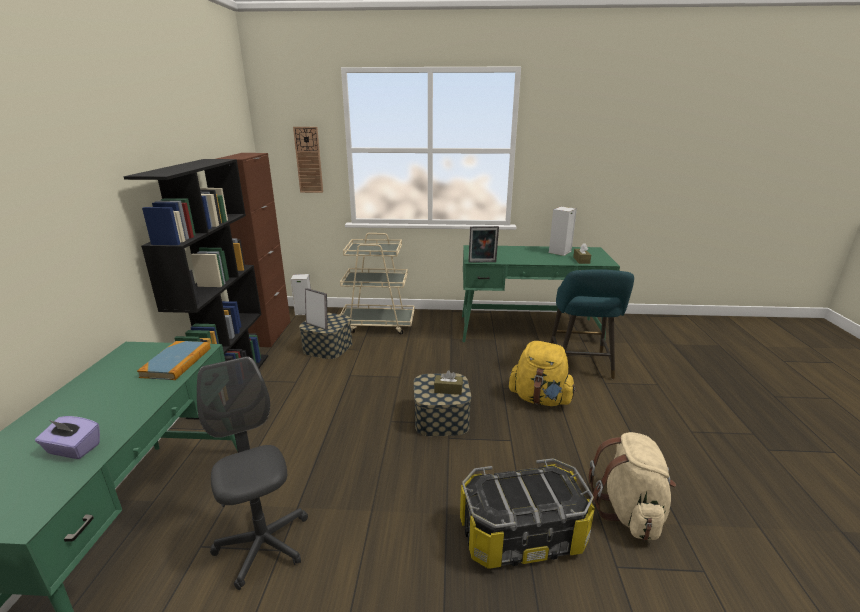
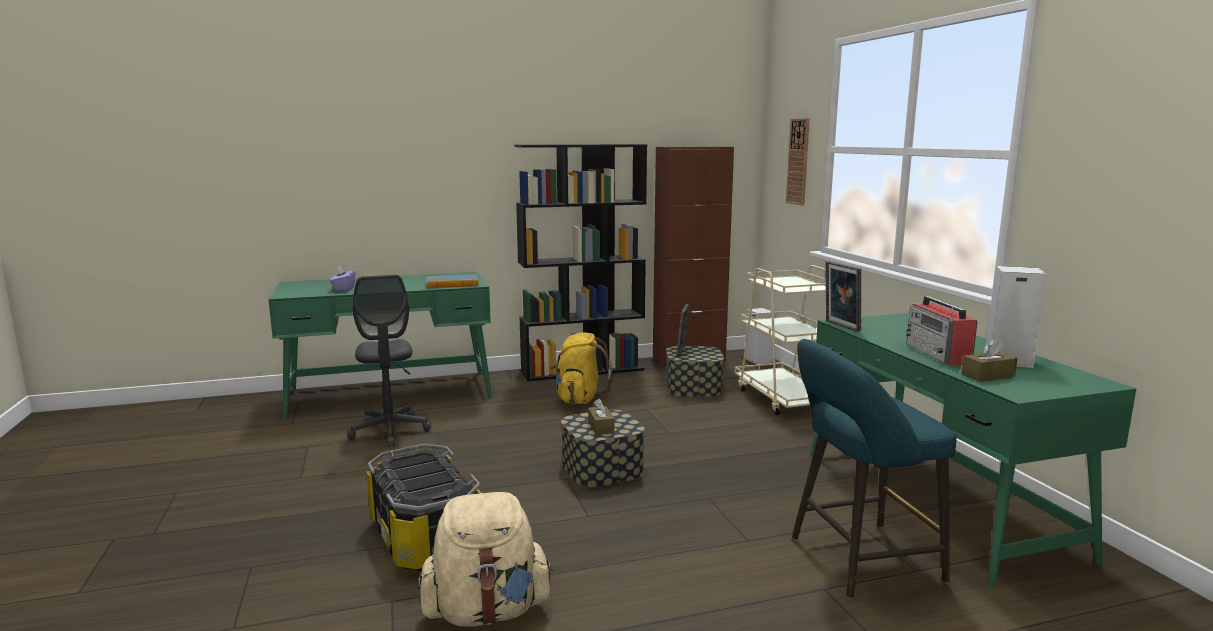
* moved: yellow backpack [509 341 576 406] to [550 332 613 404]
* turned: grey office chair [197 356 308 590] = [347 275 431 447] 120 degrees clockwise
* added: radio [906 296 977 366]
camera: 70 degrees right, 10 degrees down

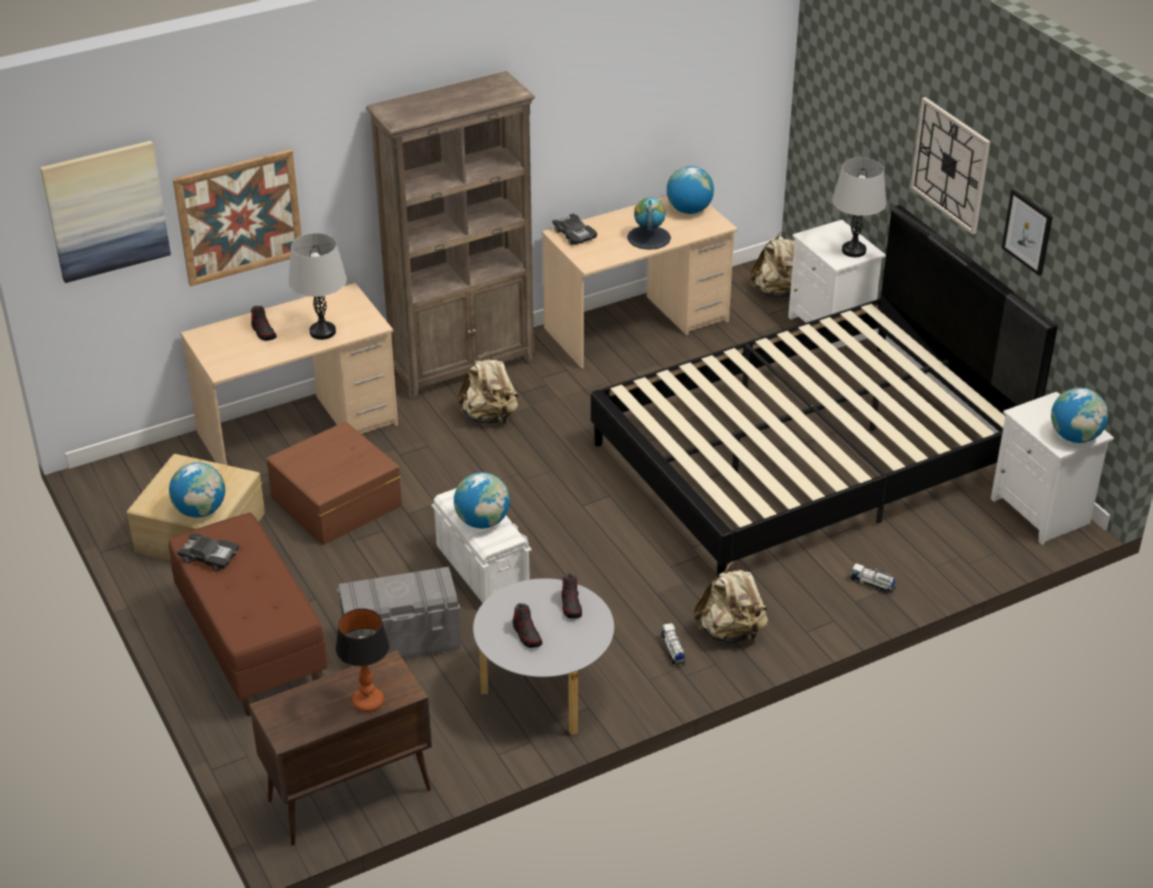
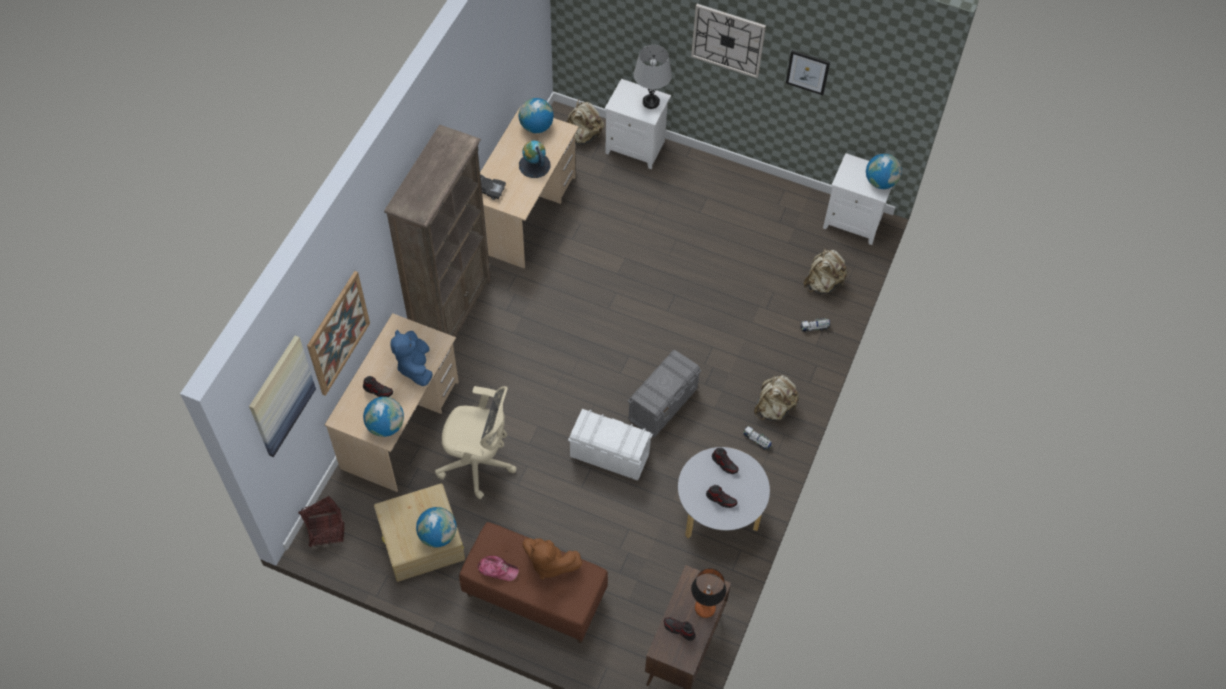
* removed: black bed [591 205 1058 576]
* replaced: grey table lamp [288 233 347 340] to blue plush toy [391 330 433 386]
* moved: beige backpack [457 351 519 425] to [803 249 848 294]
* replaced: brown storage box [266 421 402 545] to beige office chair [435 386 517 499]
* moved: globe [454 472 510 529] to [363 397 404 437]
* replaced: black toy car [176 534 239 571] to cap [478 556 519 581]
* moved: grey storage box [337 567 461 667] to [627 350 702 437]
* added: basket [298 496 344 547]
* added: brown plush toy [522 538 582 580]
* added: shoe [664 617 696 641]
camera: 40 degrees left, 20 degrees up

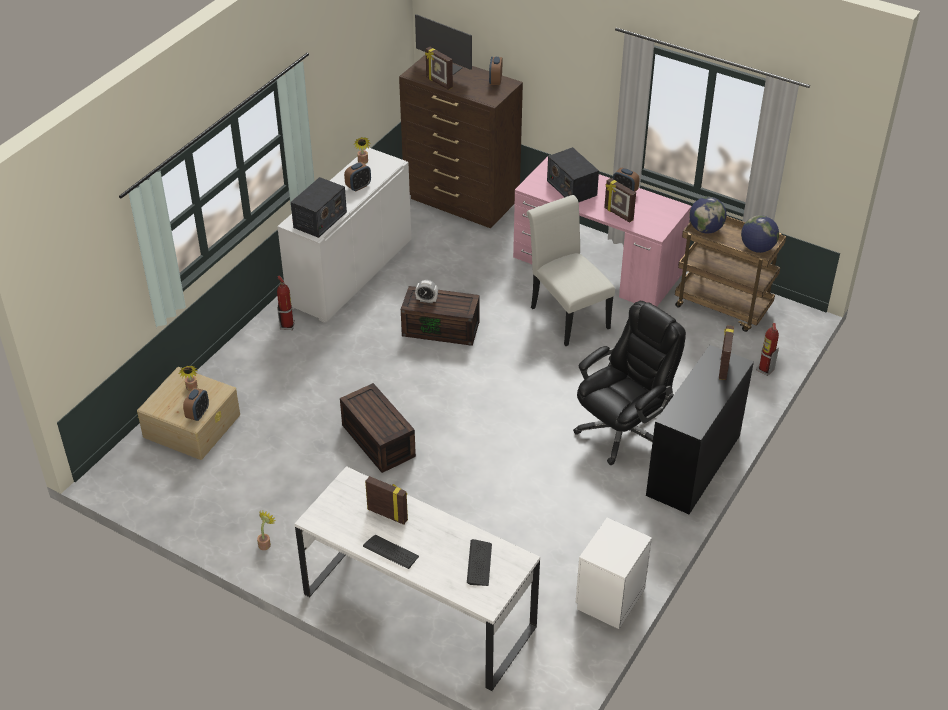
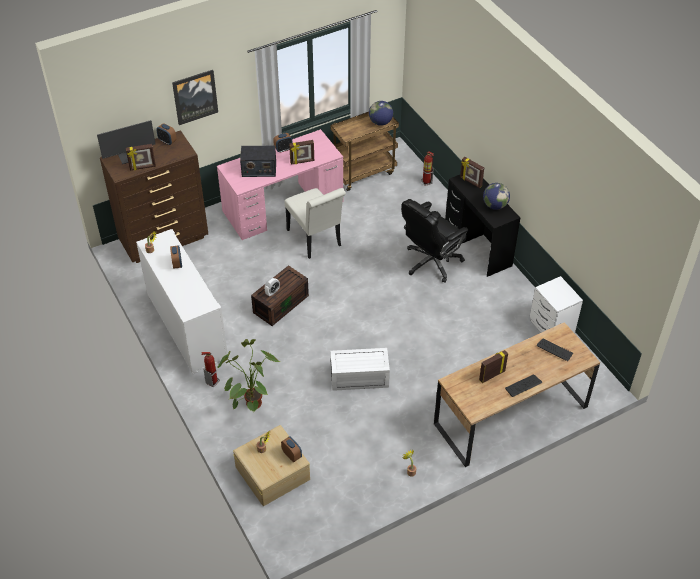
* removed: radio [291 177 347 238]
* turned: white chair [526 195 615 346] = [284 188 346 259] 120 degrees counterclockwise
* moved: globe [689 197 726 234] to [483 183 510 210]
* turned: black office chair [573 301 686 465] = [401 199 468 283] 120 degrees counterclockwise
* recoloured: brown storage box [340 383 416 473] to white storage box [330 348 390 391]
* recoloured: white desk [294 466 540 691] to brown desk [434 322 600 467]
* added: picture [172 70 218 125]
* added: potted plant [217 339 280 412]
camera: 60 degrees left, 5 degrees up

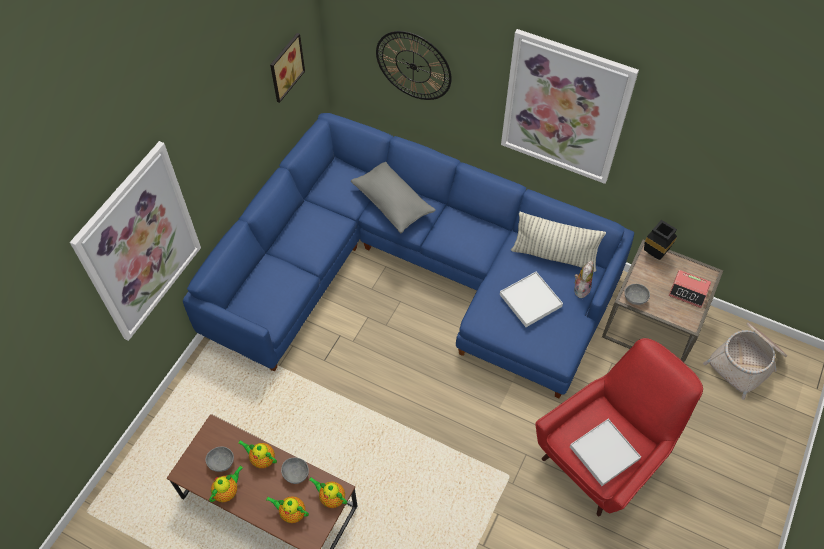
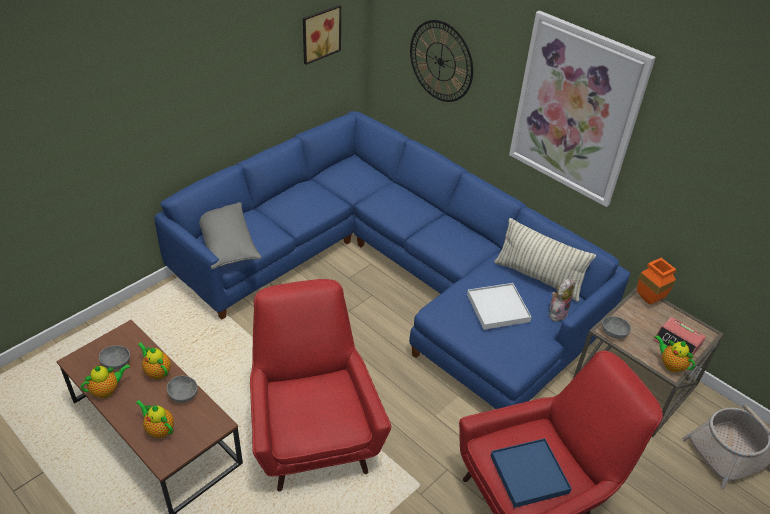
* removed: picture [70 141 201 341]
* moved: grey pillow [351 162 436 233] to [199 202 261 269]
* recoloured: black vase [644 220 677 260] to orange vase [637 258 676 304]
* recoloured: white tray [570 419 641 486] to blue tray [491 438 572 508]
* moved: teapot [309 477 347 508] to [655 335 695 373]
* added: red armchair [250 279 391 492]
camera: 15 degrees right, 15 degrees down

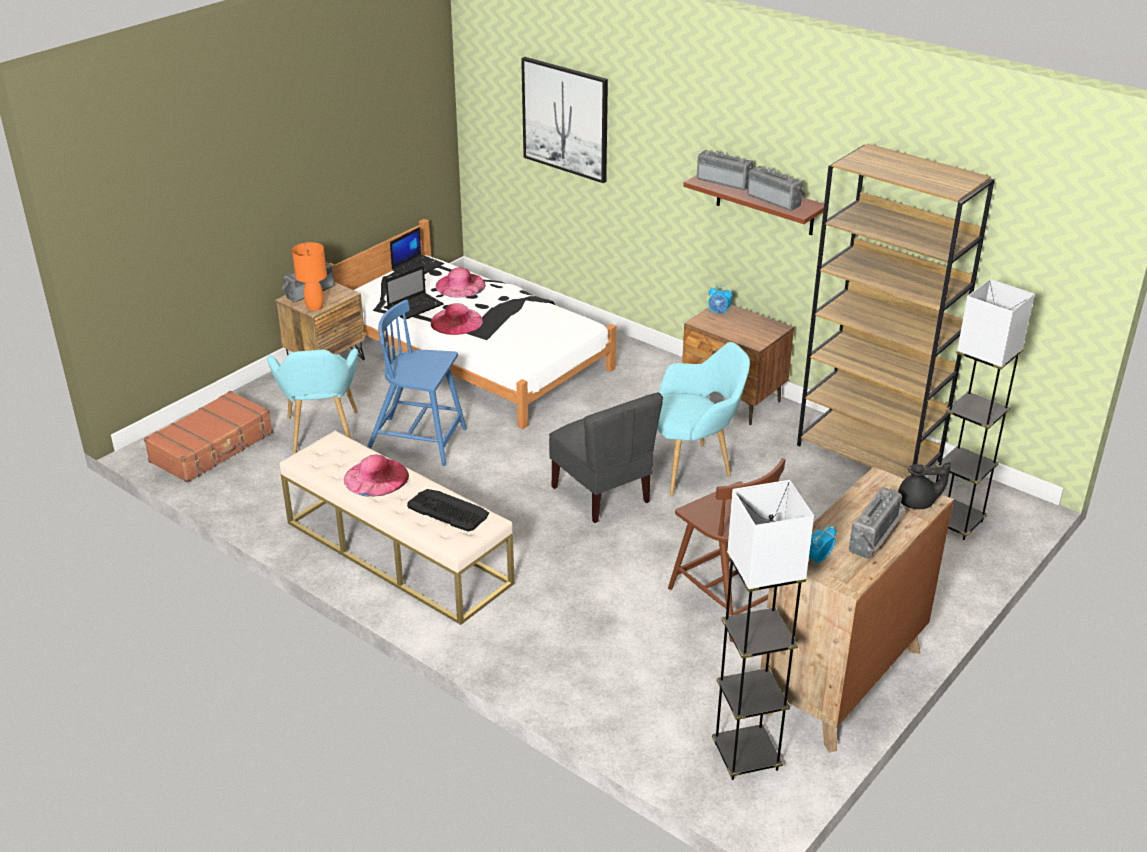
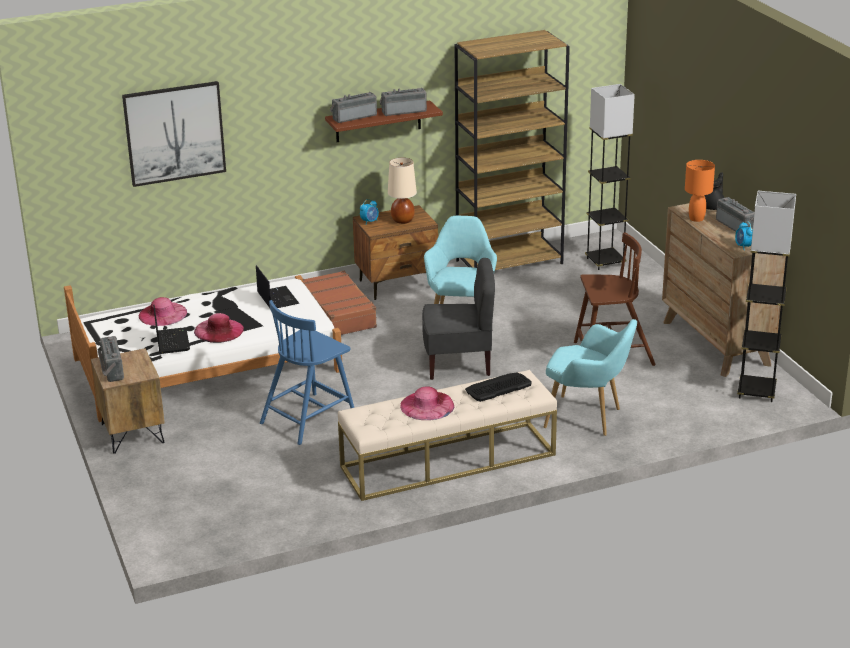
* moved: laptop [390 227 444 274] to [256 265 300 308]
* moved: orange table lamp [292 242 327 311] to [685 160 715 222]
* moved: turquoise armchair [267 348 358 454] to [544 319 637 436]
* moved: brown suitcase [144 391 273 483] to [303 271 377 335]
* added: beige table lamp [388 158 417 224]
camera: 60 degrees left, 5 degrees down

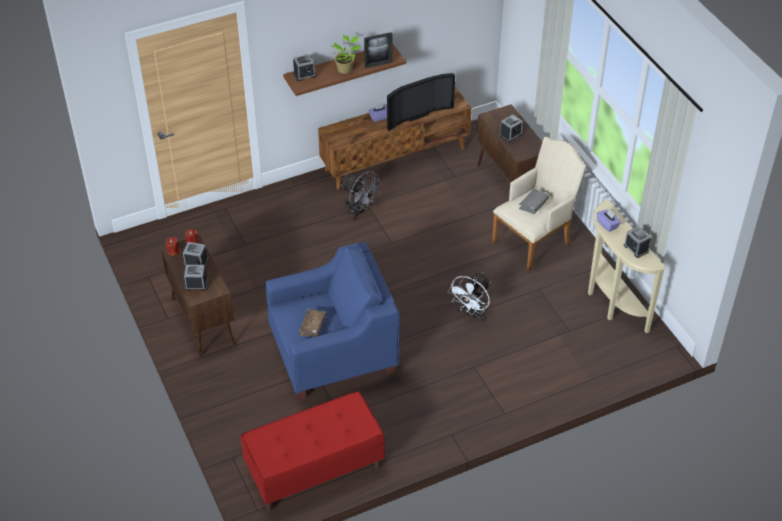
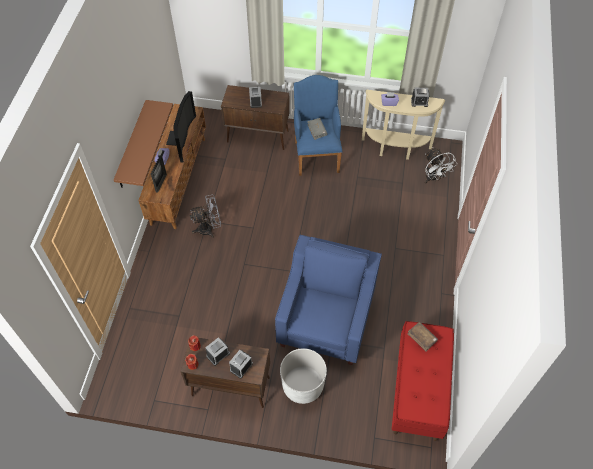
* moved: picture frame [364 32 392 68] to [151 156 167 193]
* removed: potted plant [331 35 361 74]
* removed: alarm clock [293 54 317 81]
* recoloured: beige armchair [492 137 587 272] to blue armchair [294 75 343 176]
* moved: white fan [448 272 491 323] to [425 148 456 184]
* moved: brown book [299 309 327 337] to [407 322 438 351]
* added: white planter [280 348 327 404]
camera: 55 degrees left, 10 degrees up

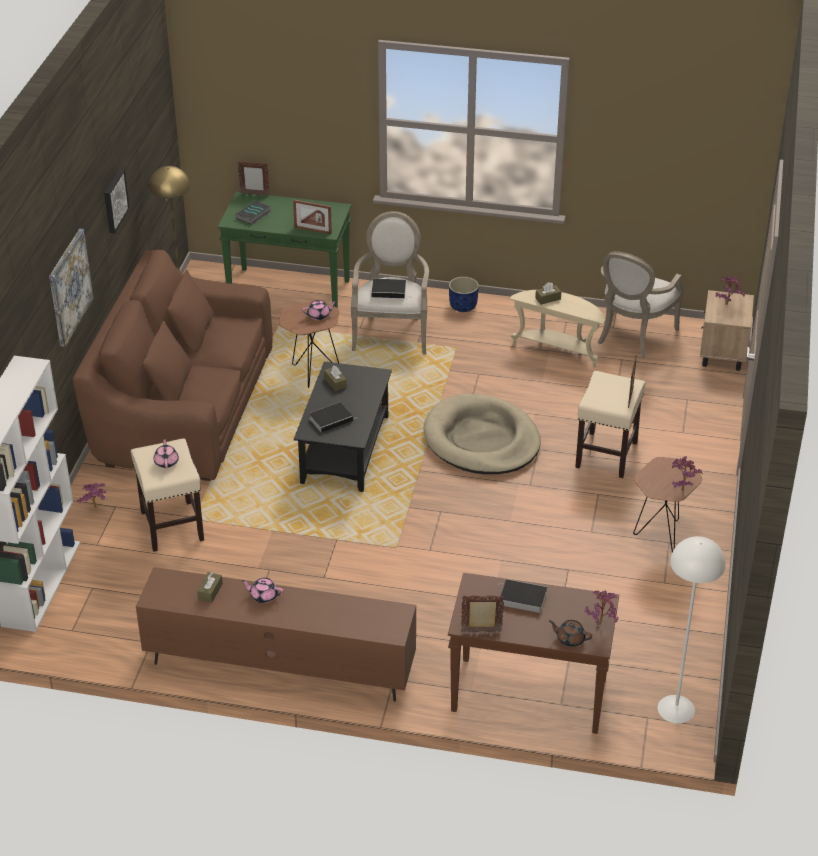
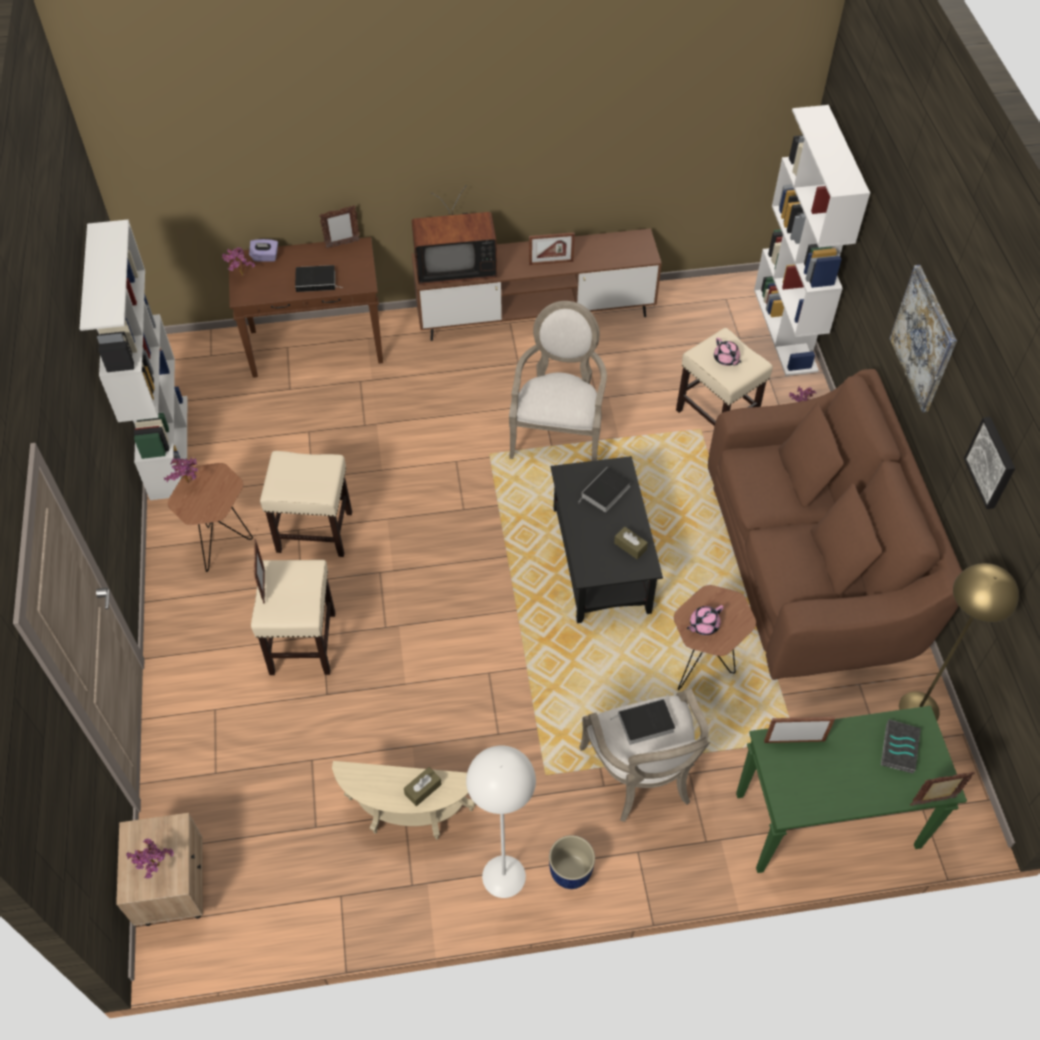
* moved: armchair [598 251 684 358] to [509 301 607 461]
* removed: beige dog bed [424 394 541 474]
* moved: white floor lamp [657 536 725 724] to [466 745 536 898]
* removed: brown tissue box [197 572 223 603]
* replaced: pink teapot [242 578 284 603] to picture frame [529 232 575 265]
* replaced: brown teapot [549 620 592 647] to purple tissue box [249 239 278 262]
* added: television [412 185 497 285]
* added: white bookcase [80 219 187 500]
* added: beige stool [260 451 352 557]
camera: 160 degrees right, 15 degrees up

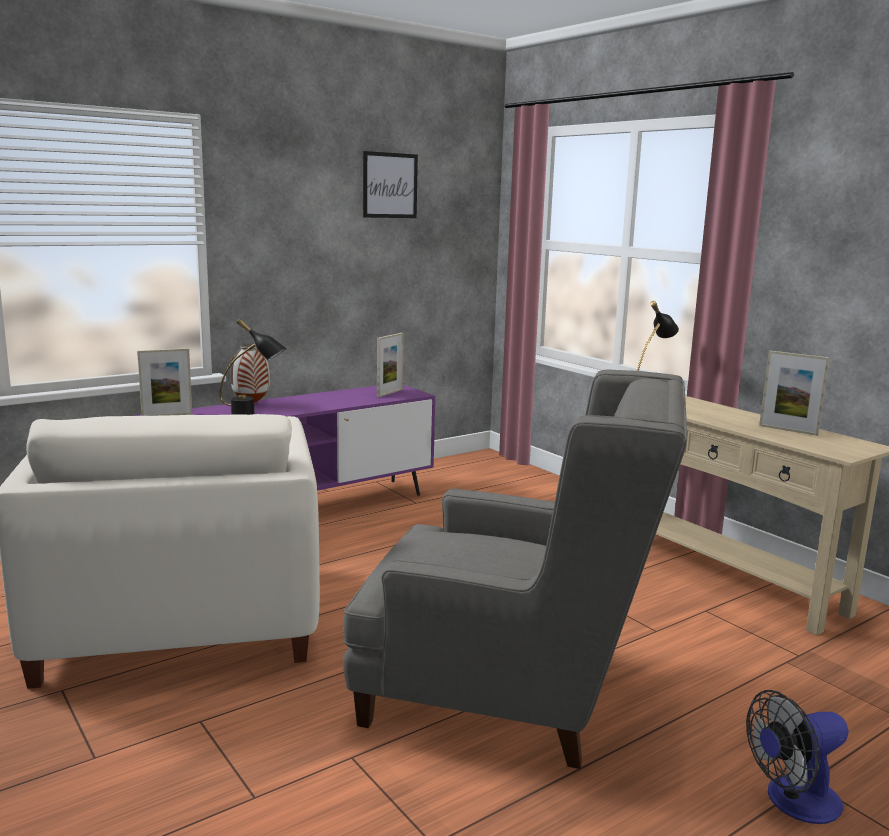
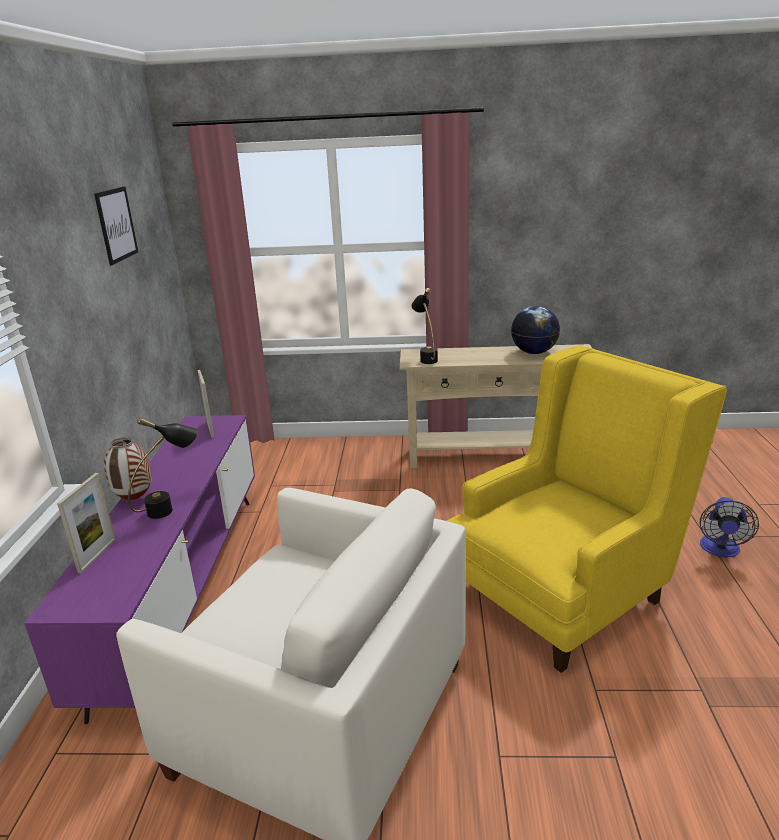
* replaced: picture frame [759 351 830 436] to globe [511 306 560 354]
* recoloured: grey armchair [343 369 687 769] to yellow armchair [447 345 727 673]
camera: 50 degrees left, 10 degrees up

